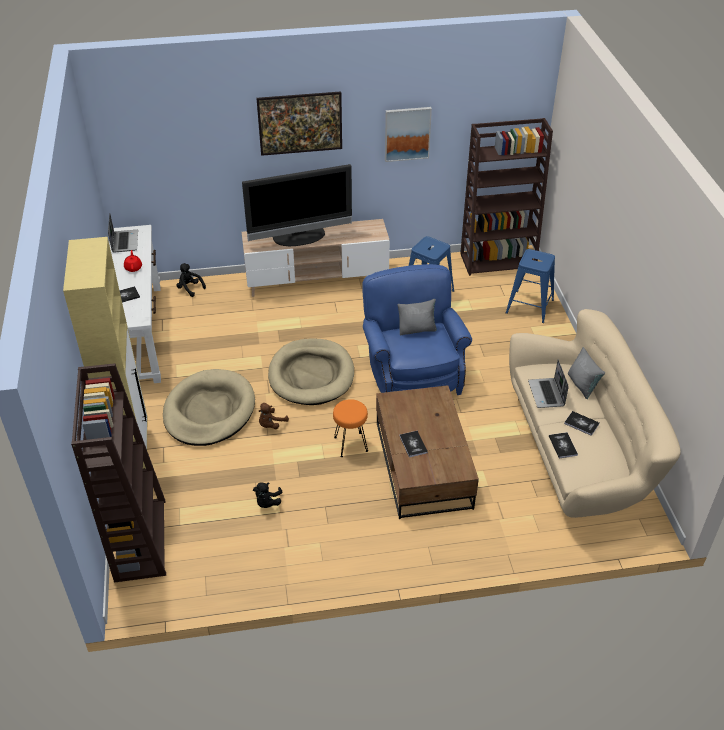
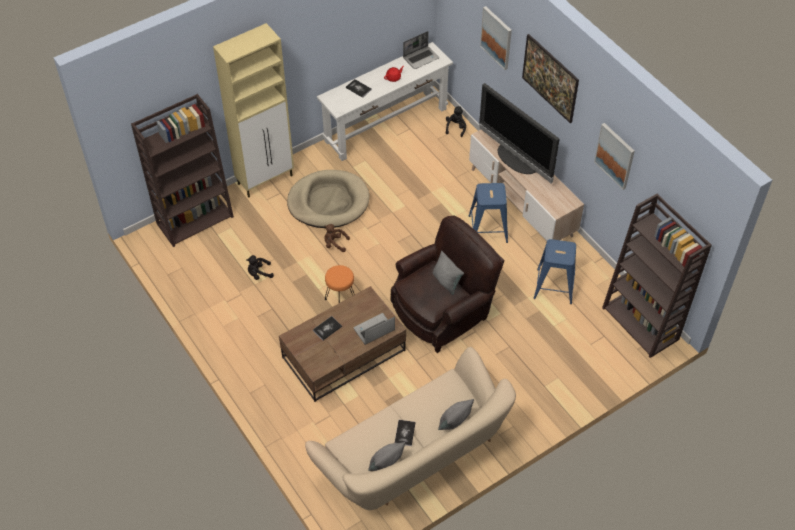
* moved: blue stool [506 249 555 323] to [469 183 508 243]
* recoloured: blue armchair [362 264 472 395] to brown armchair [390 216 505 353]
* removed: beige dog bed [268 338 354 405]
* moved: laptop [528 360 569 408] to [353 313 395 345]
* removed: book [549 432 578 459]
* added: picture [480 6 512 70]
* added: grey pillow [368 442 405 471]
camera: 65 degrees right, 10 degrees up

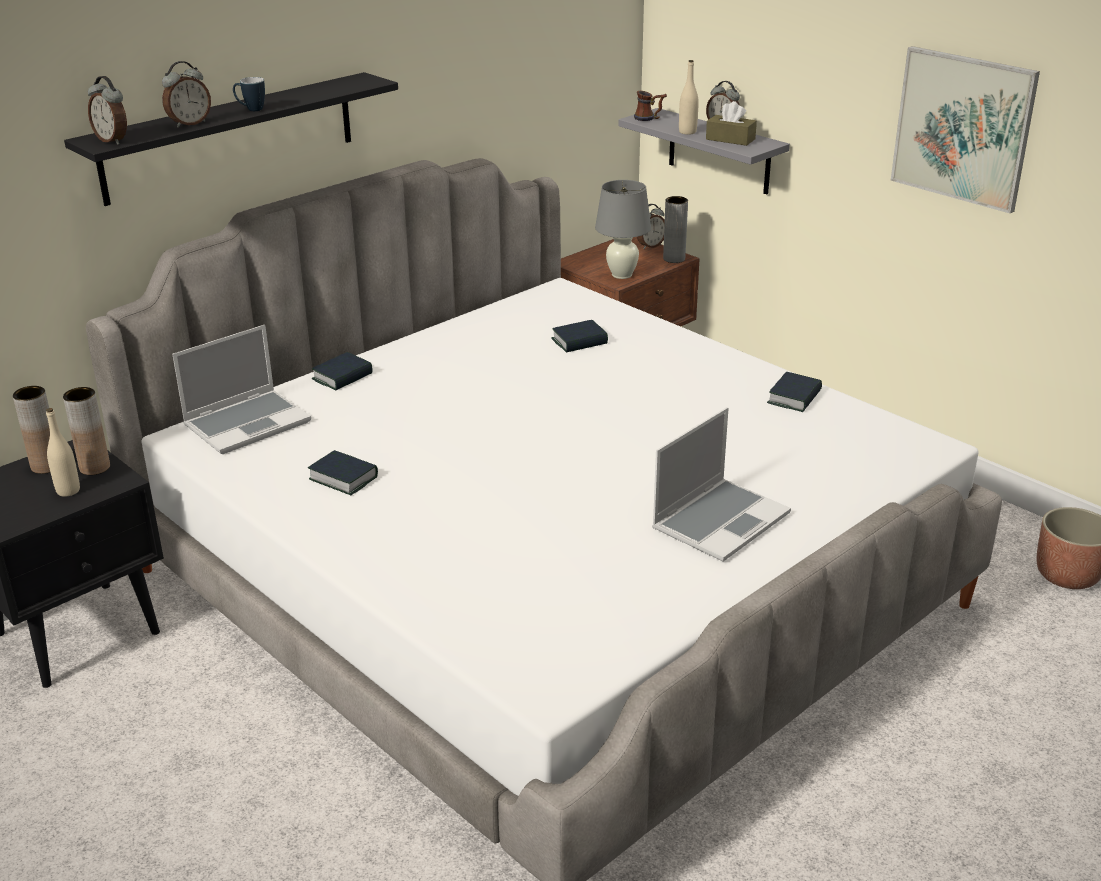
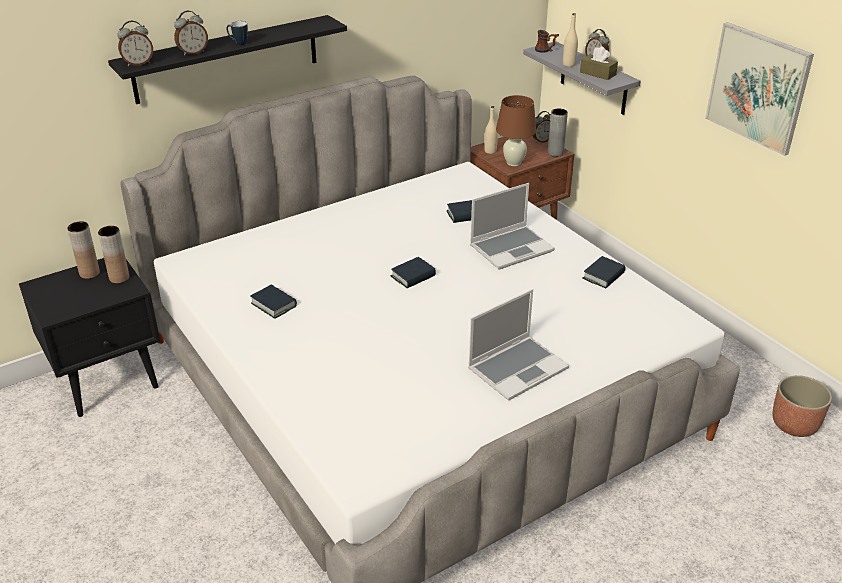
* turned: alarm clock [88 76 127 144] = [117 21 153 66] 75 degrees counterclockwise
* recoloured: grey table lamp [595 180 651 279] to brown table lamp [496 95 536 166]
* moved: laptop [172 325 311 454] to [470 183 555 270]
* moved: book [312 352 373 391] to [391 257 436 288]
* moved: beige bottle [46 408 80 497] to [484 106 498 154]
camera: 10 degrees right, 5 degrees up

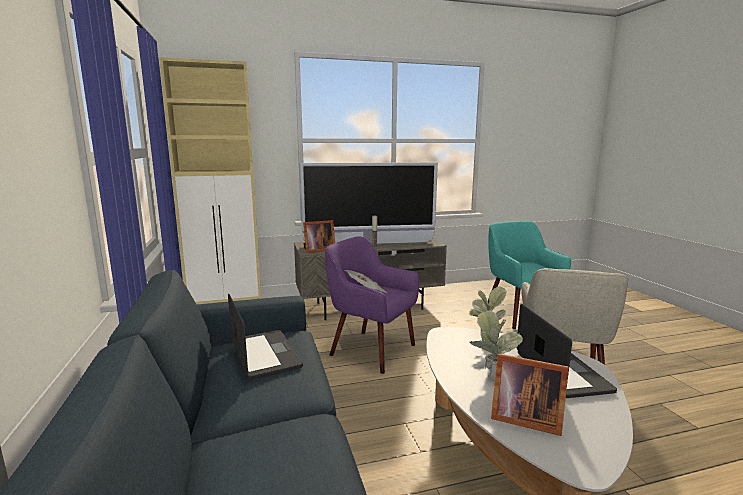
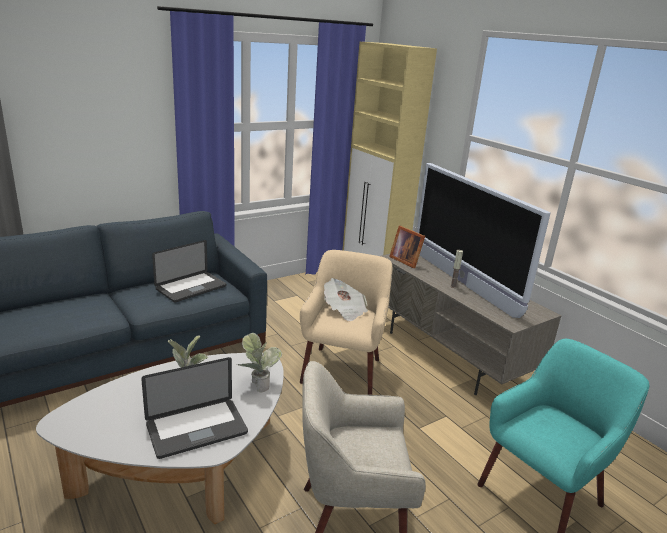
* recoloured: purple armchair [325 236 419 374] to beige armchair [300 250 392 395]
* removed: picture frame [491 354 569 436]
camera: 70 degrees right, 10 degrees up

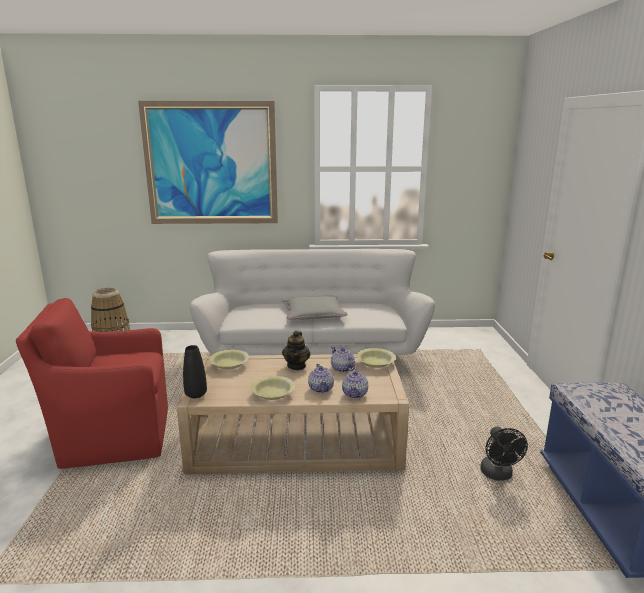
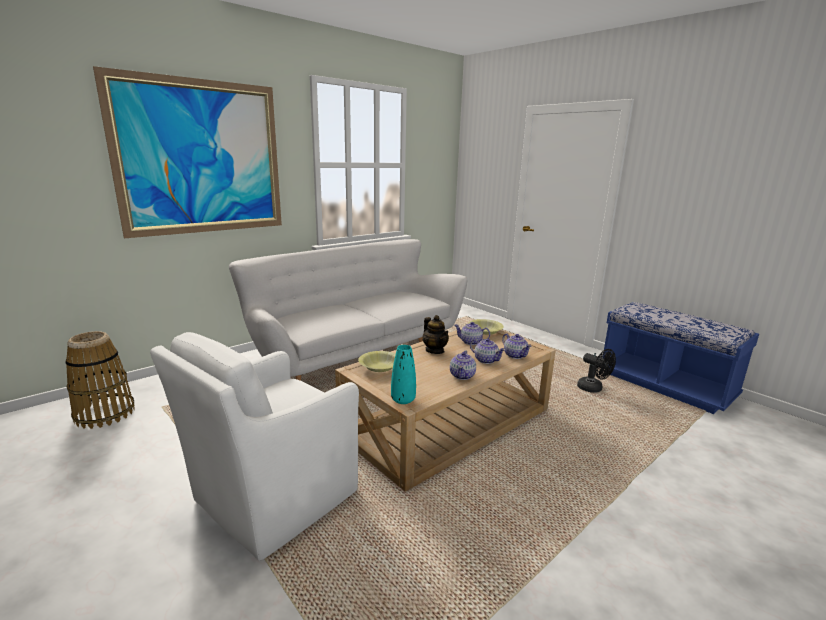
* removed: grey pillow [282 296 347 320]
* recoloured: red armchair [16 298 168 469] to white armchair [150 332 359 561]
* recoloured: black vase [183 345 207 398] to turquoise vase [391 345 416 404]
* replaced: yellow bowl [251 376 295 400] to teapot [450 350 476 380]
camera: 40 degrees left, 0 degrees up

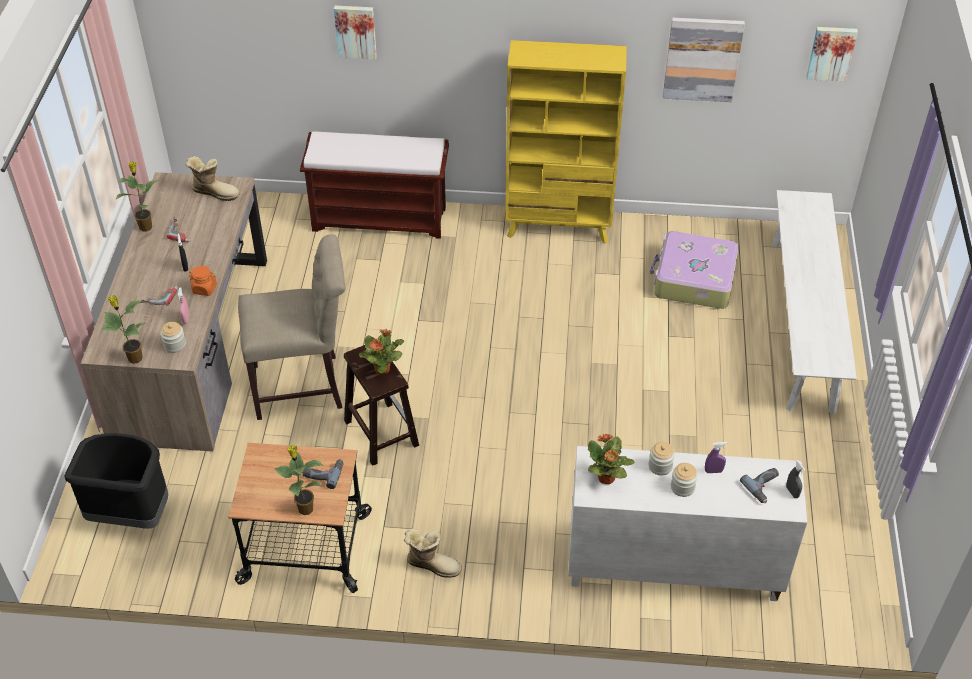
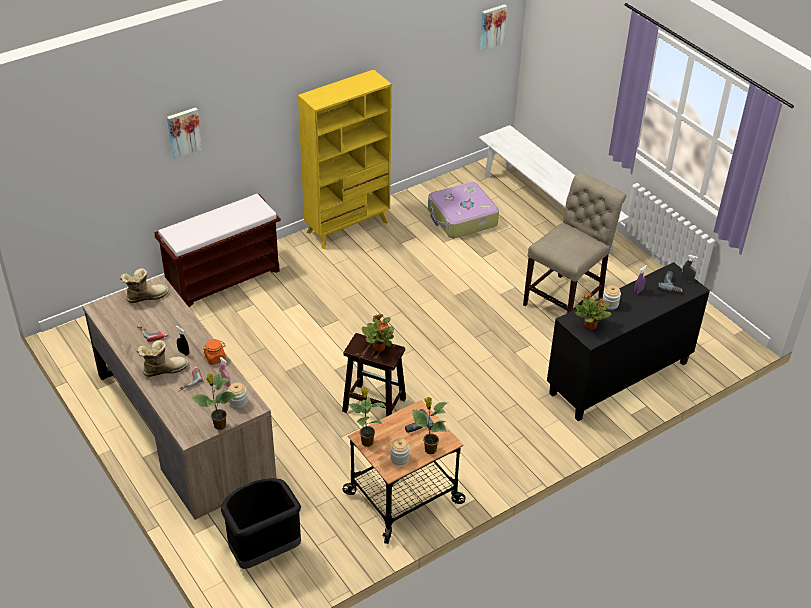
* removed: picture [663 18 745 102]
* moved: potted plant [115 161 158 232] to [348 387 387 447]
* moved: beige chair [238 234 345 420] to [523 172 626 313]
* recoloured: white cabinet [568 446 807 601] to black cabinet [547 262 710 421]
* moved: jar [671 463 698 497] to [390 438 410 465]
* moved: boot [404 528 462 578] to [137 340 189 377]
camera: 40 degrees left, 5 degrees down

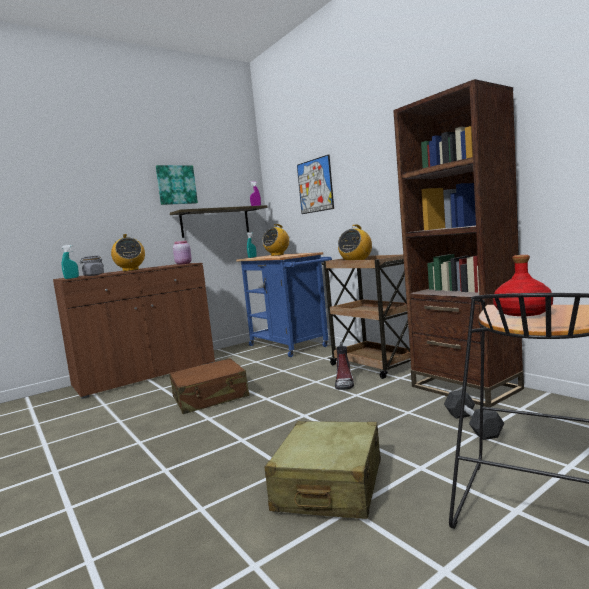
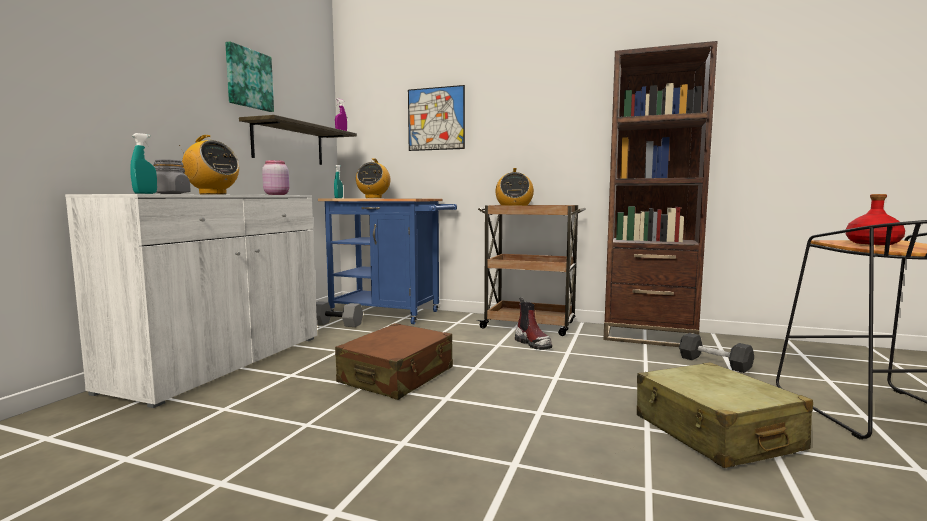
* recoloured: brown cabinet [53 263 215 399] to white cabinet [65 194 317 408]
* added: grey dumbbell [316 301 363 327]
camera: 35 degrees left, 0 degrees up

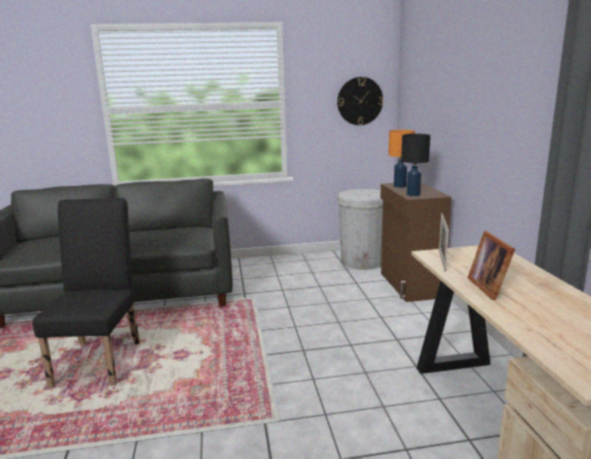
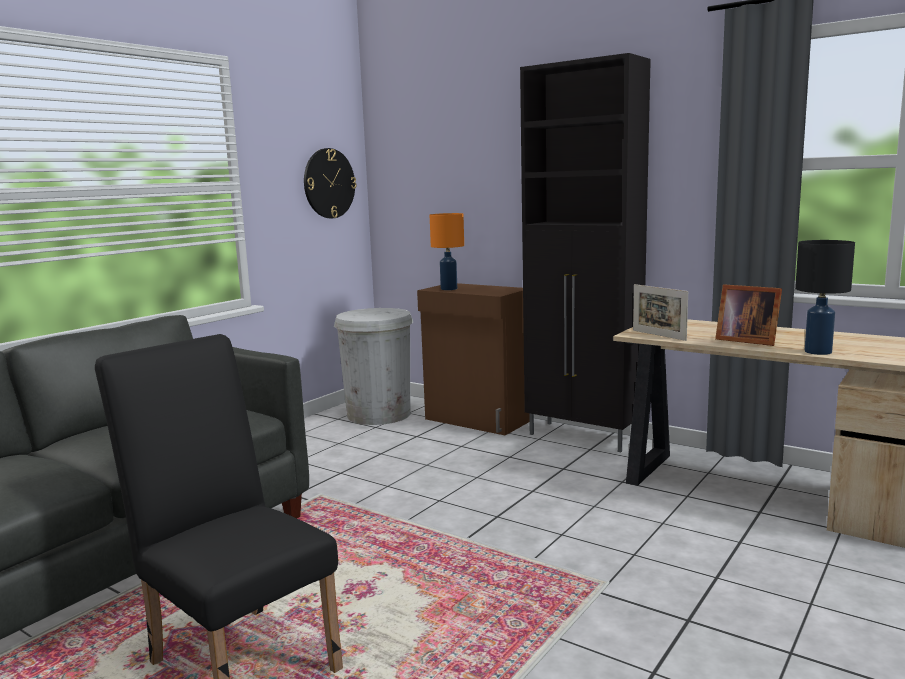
* moved: black table lamp [401 134 430 196] to [795 240 855 355]
* added: black cabinet [520 53 651 452]
camera: 45 degrees left, 5 degrees down

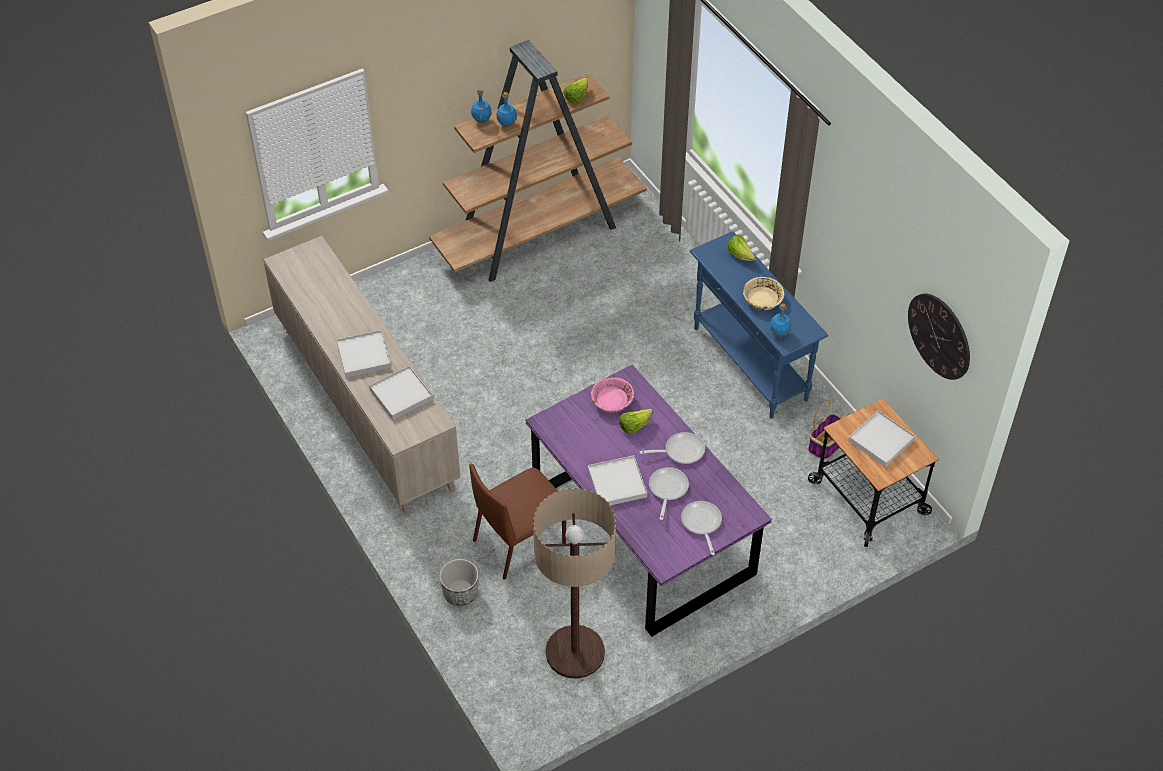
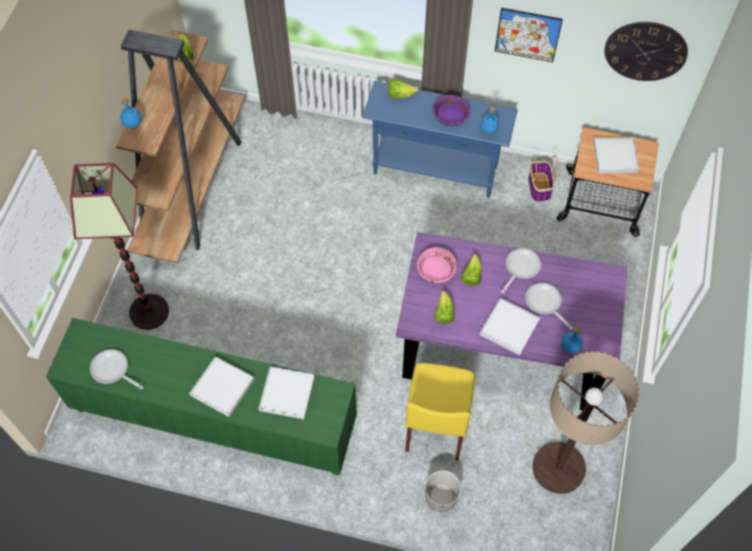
* moved: blue bottle [496 92 517 127] to [561 328 583 354]
* recoloured: beige cabinet [263 236 461 514] to green cabinet [46 318 357 475]
* recoloured: beige bowl [743 277 784 310] to purple bowl [433 95 470 126]
* recoloured: brown chair [469 463 566 580] to yellow chair [405 363 475 460]
* moved: frying pan [681 501 722 555] to [90 349 143 389]
* added: picture [495 8 563 62]
* added: floor lamp [70 163 169 330]
* added: lettuce [434 291 454 324]
camera: 45 degrees left, 10 degrees up

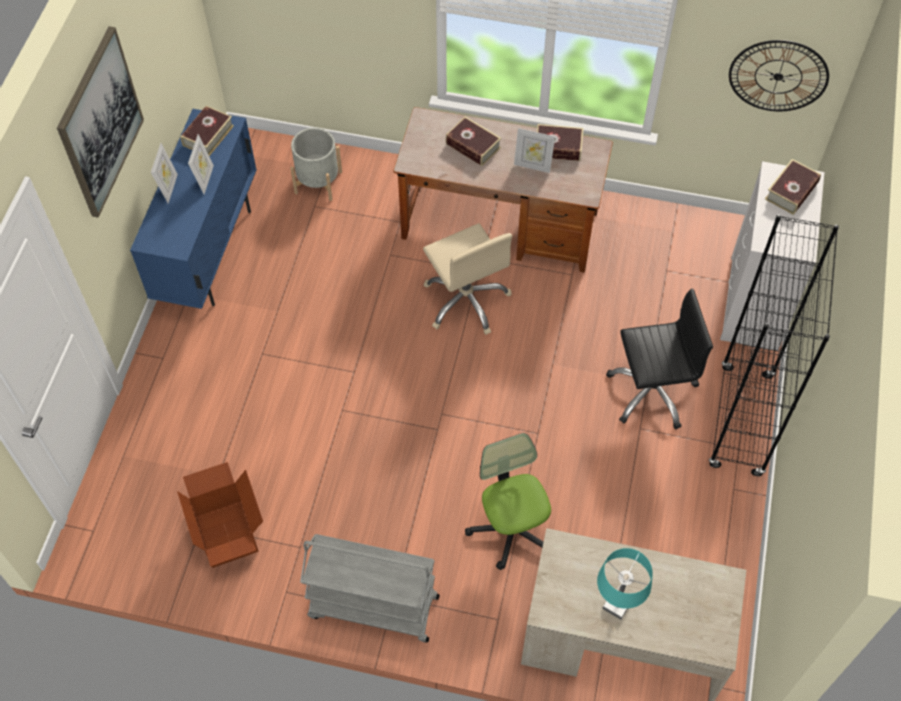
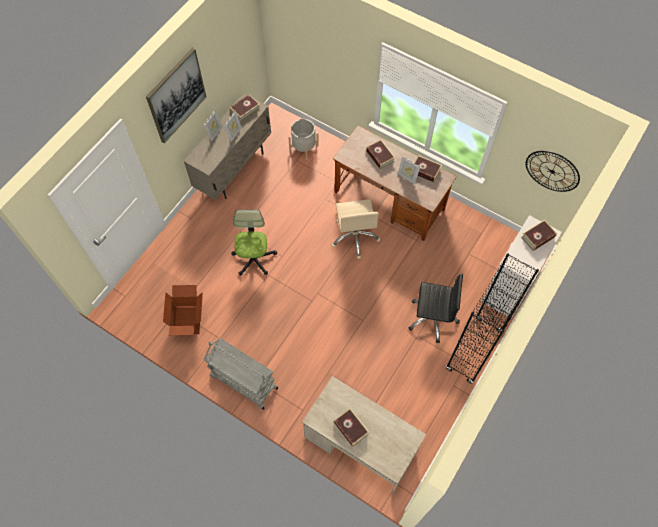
* recoloured: blue cabinet [130 109 257 309] to beige cabinet [184 93 271 200]
* moved: office chair [465 433 551 570] to [231 209 277 276]
* replaced: turquoise table lamp [597 548 652 620] to book [334 408 369 447]
camera: 20 degrees right, 5 degrees up

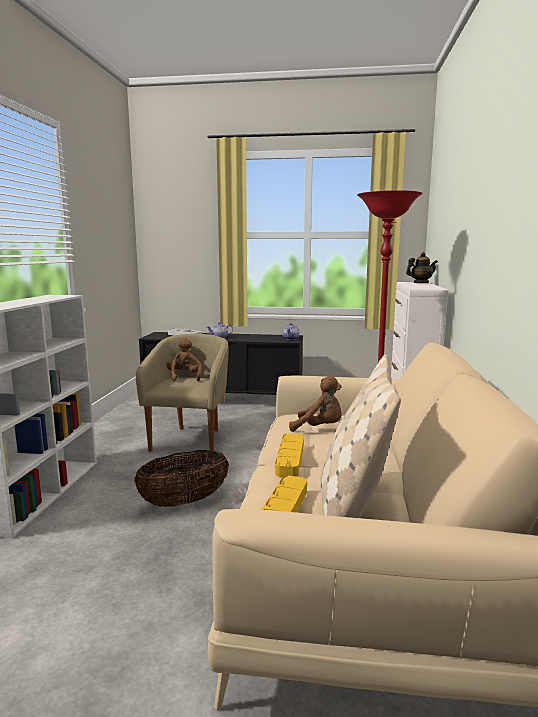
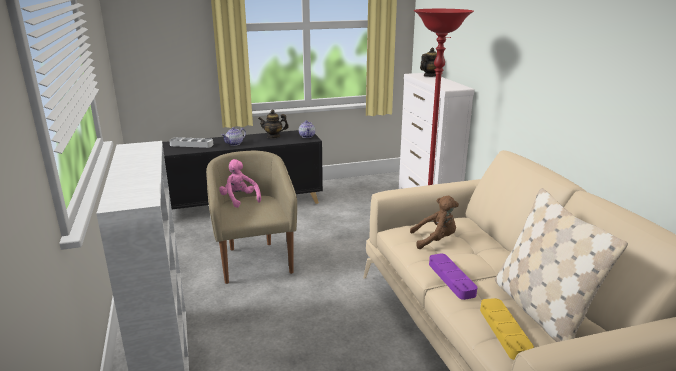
* recoloured: brown plush toy [167 338 202 381] to pink plush toy [219 159 261 208]
* recoloured: yellow tray [275 434 304 477] to purple tray [429 253 477 300]
* removed: basket [134 450 229 507]
* added: teapot [258 110 289 138]
camera: 25 degrees left, 10 degrees up

